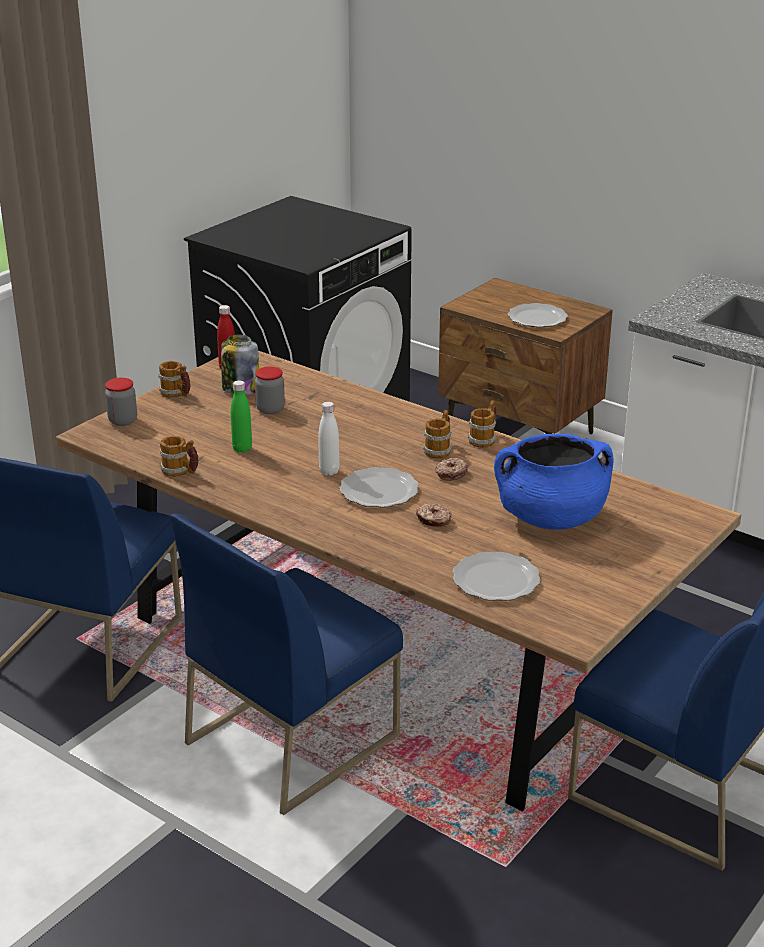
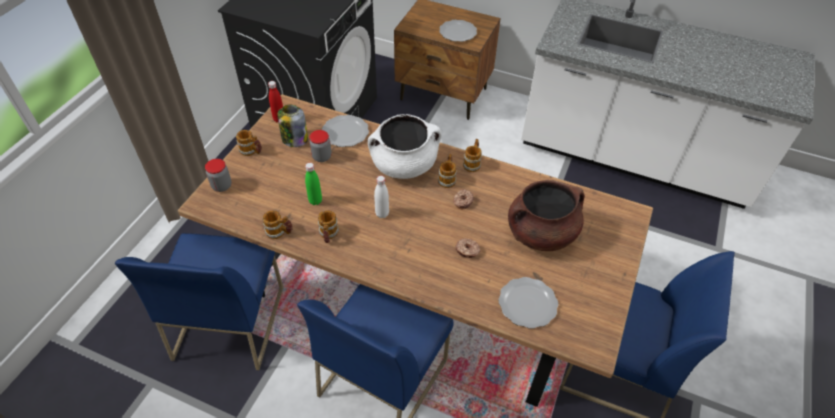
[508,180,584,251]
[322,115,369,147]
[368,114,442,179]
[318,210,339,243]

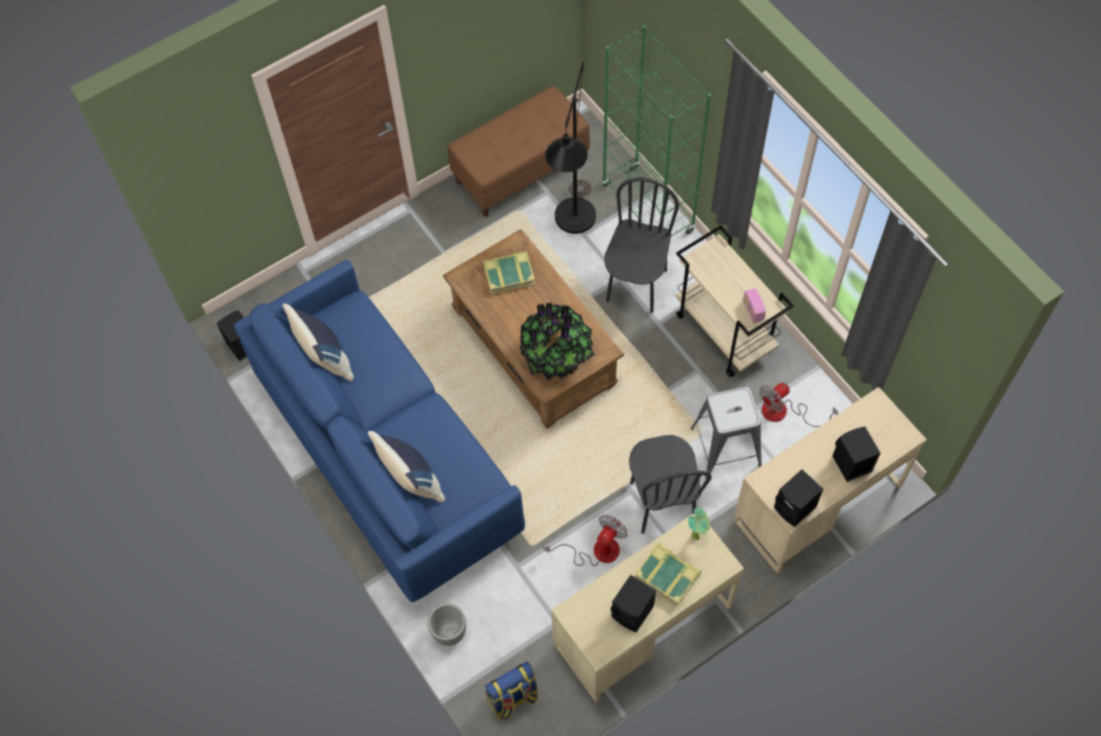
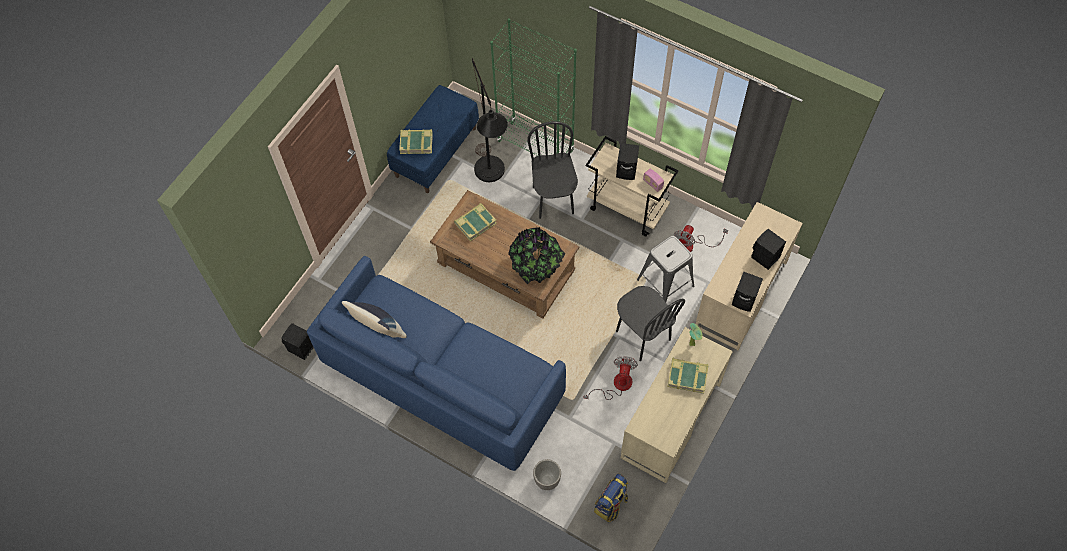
[387,85,479,193]
[368,431,445,502] (first image)
[616,143,639,180]
[399,129,433,154]

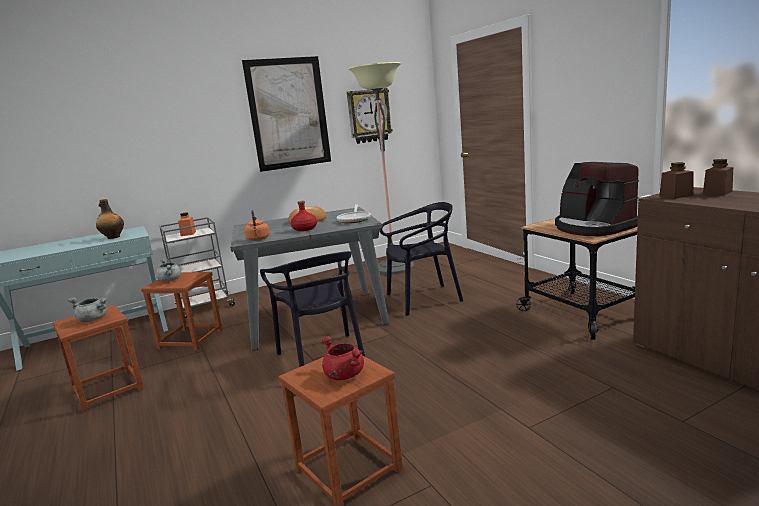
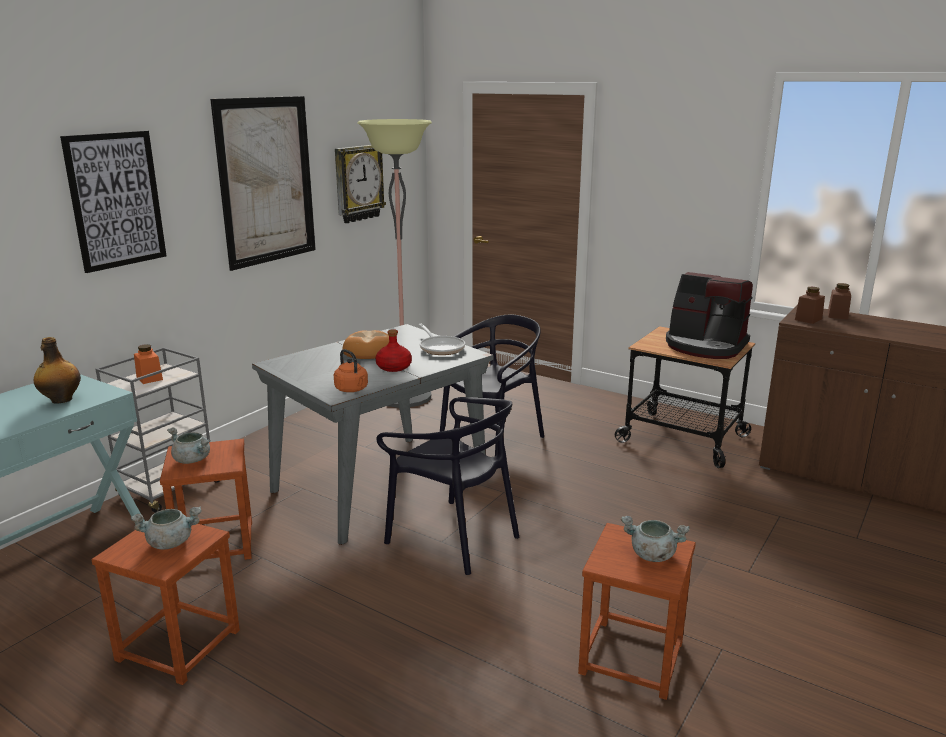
[621,516,690,562]
[60,131,166,273]

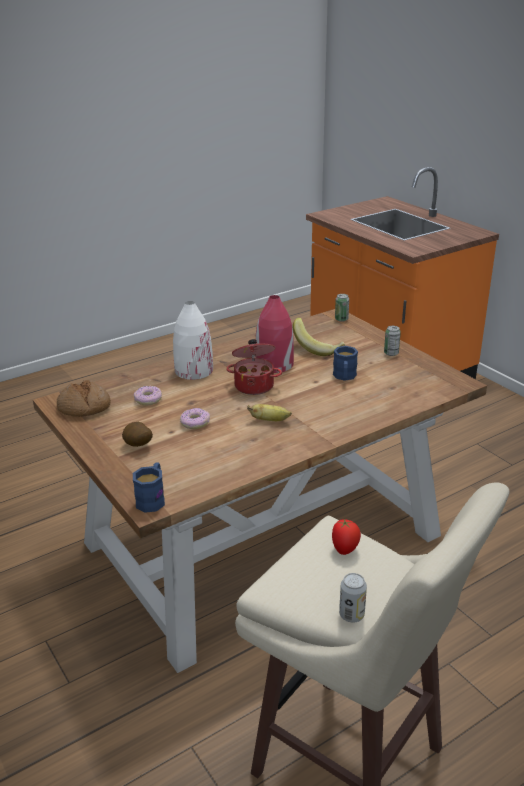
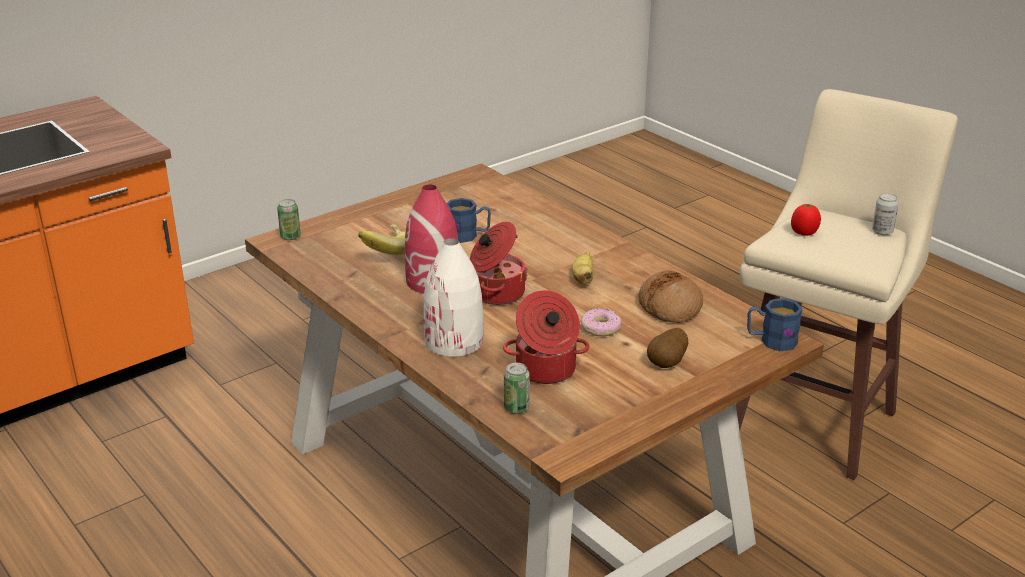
[504,363,530,414]
[638,271,703,323]
[503,290,590,384]

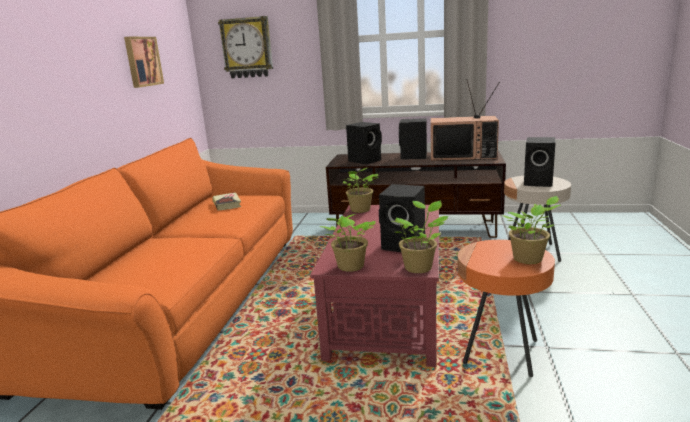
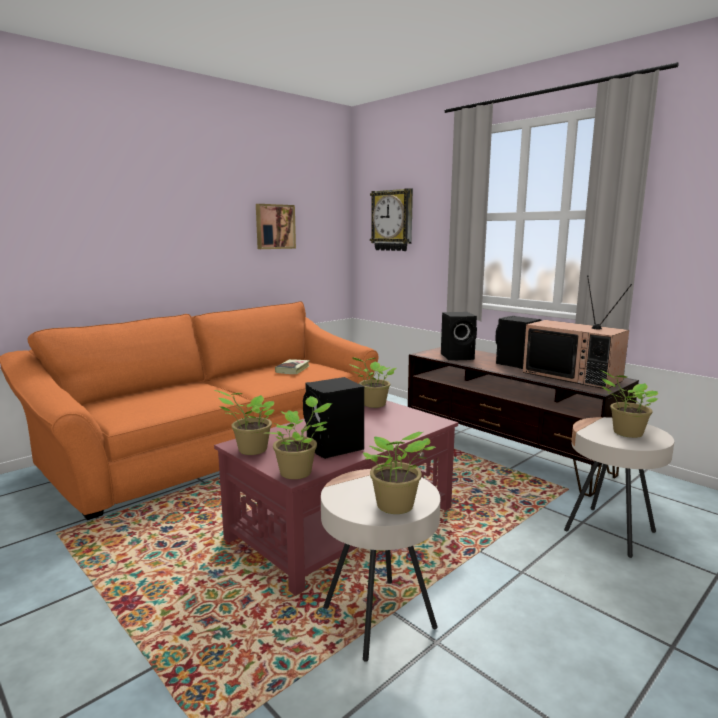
[600,370,658,438]
[321,469,440,662]

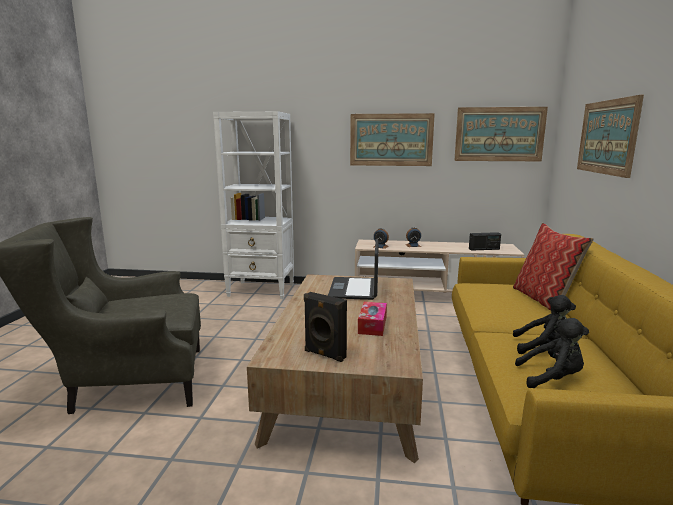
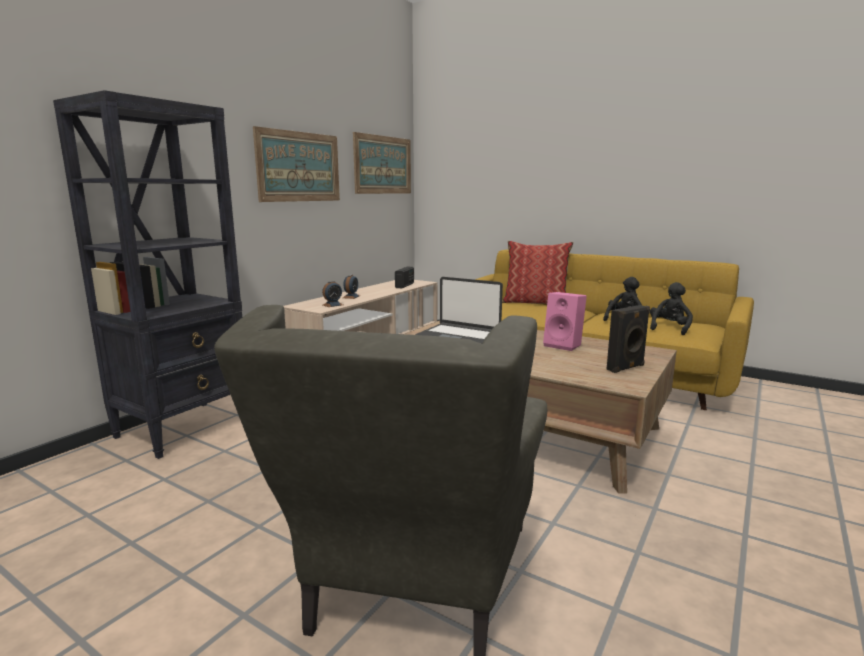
[577,95,644,178] (first image)
[53,90,242,459]
[543,292,587,351]

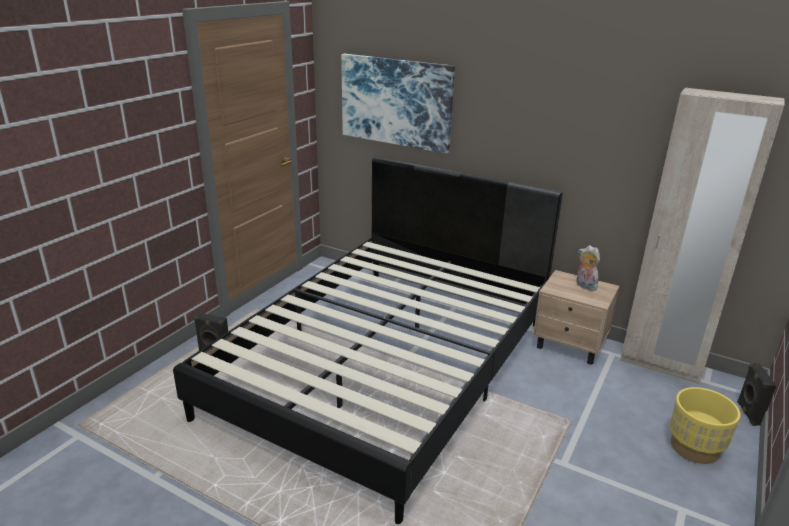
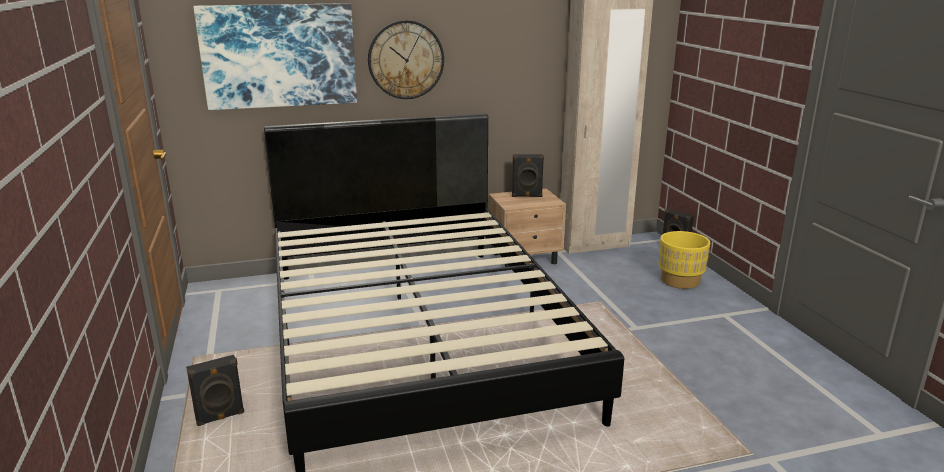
[512,154,544,197]
[368,20,444,99]

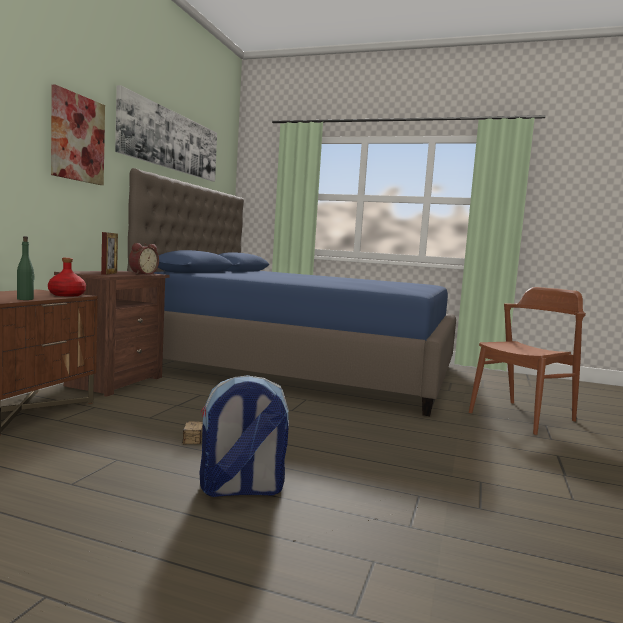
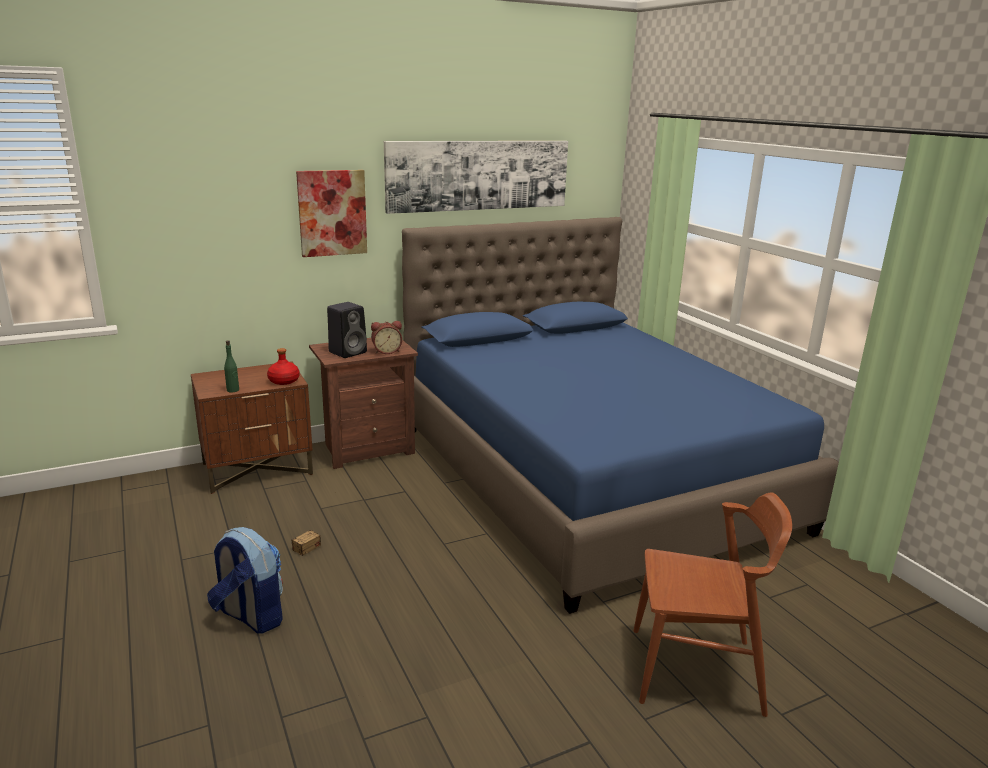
[327,302,367,358]

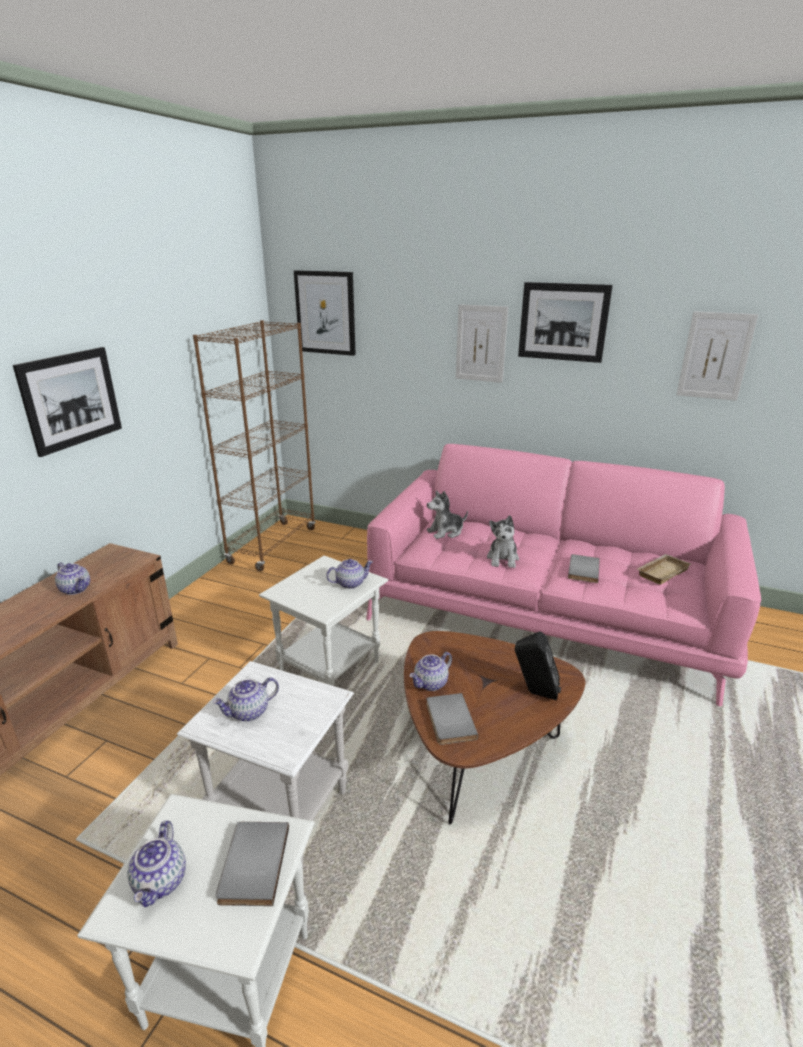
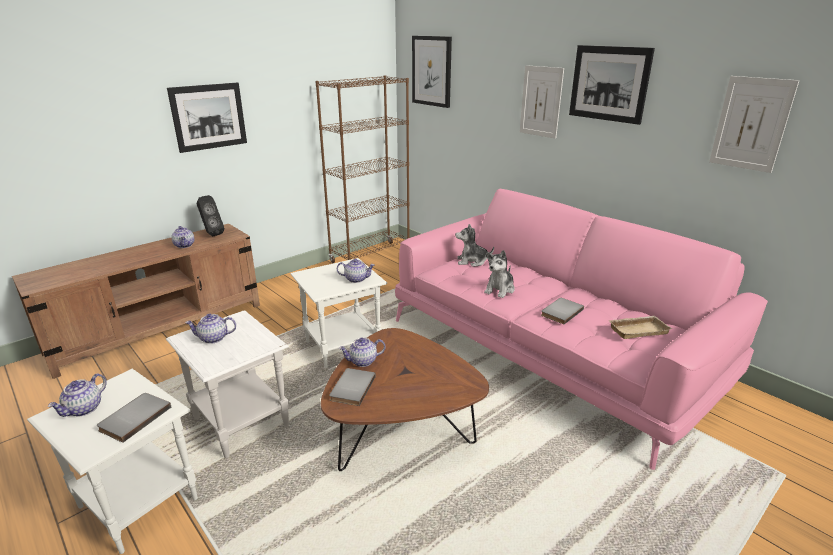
[197,195,224,236]

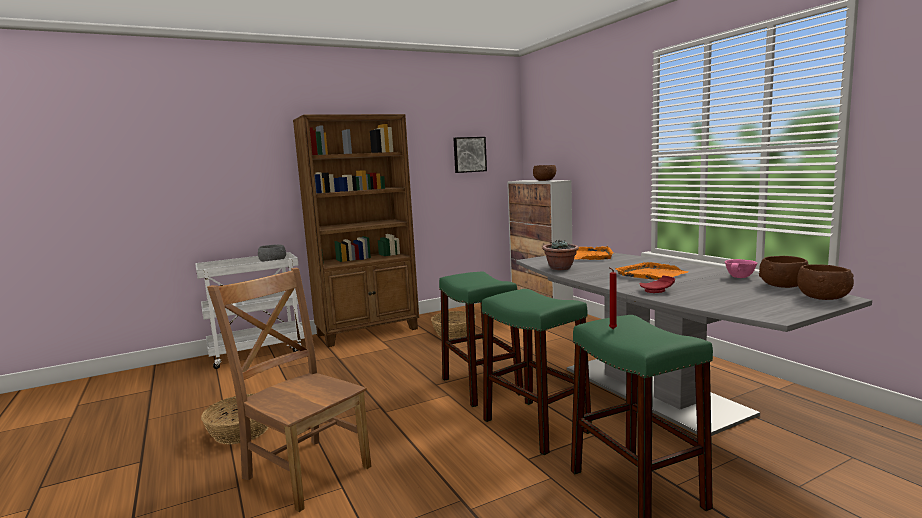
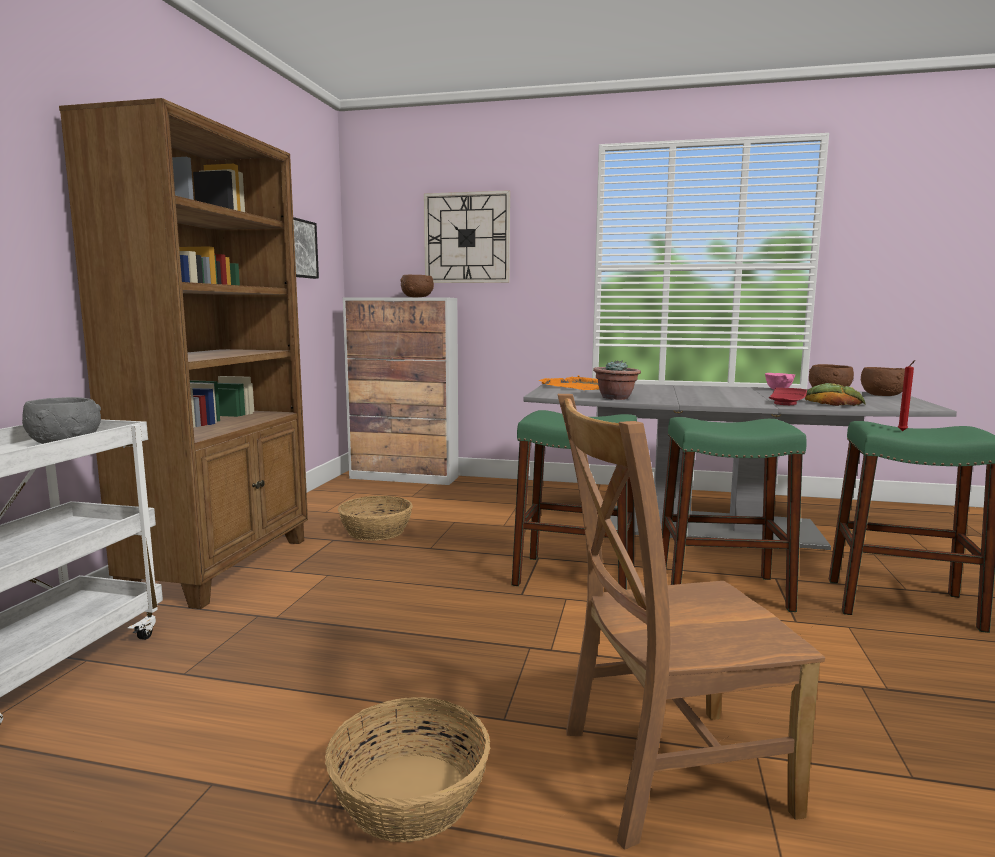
[615,262,689,280] (first image)
[424,190,510,283]
[805,383,866,406]

